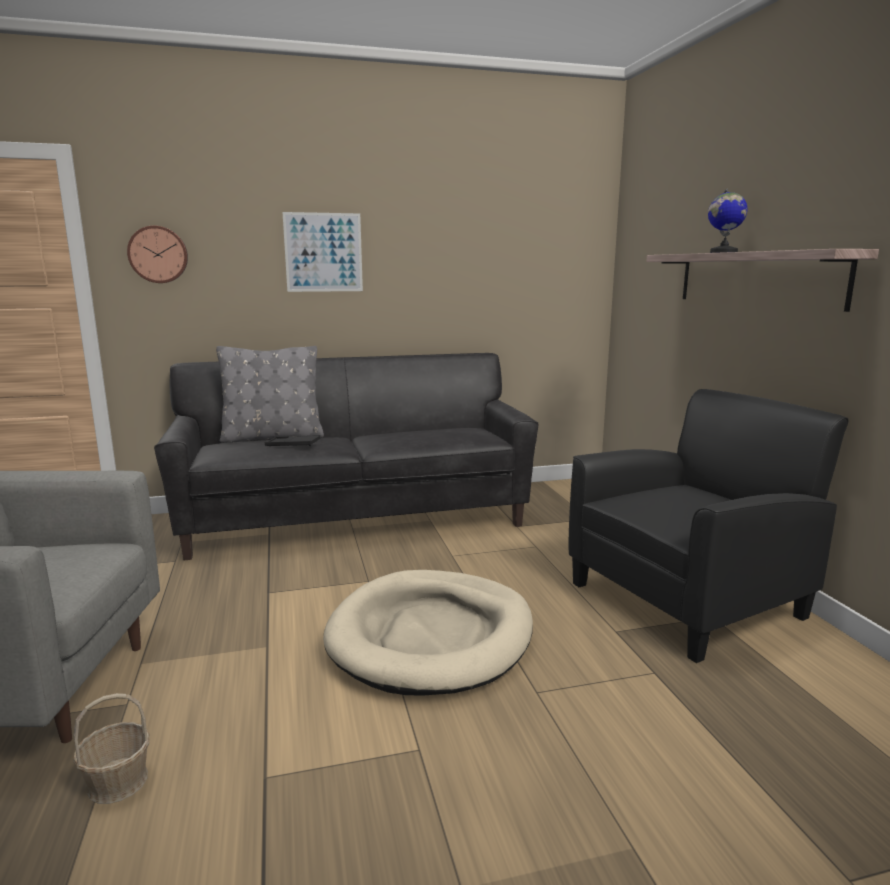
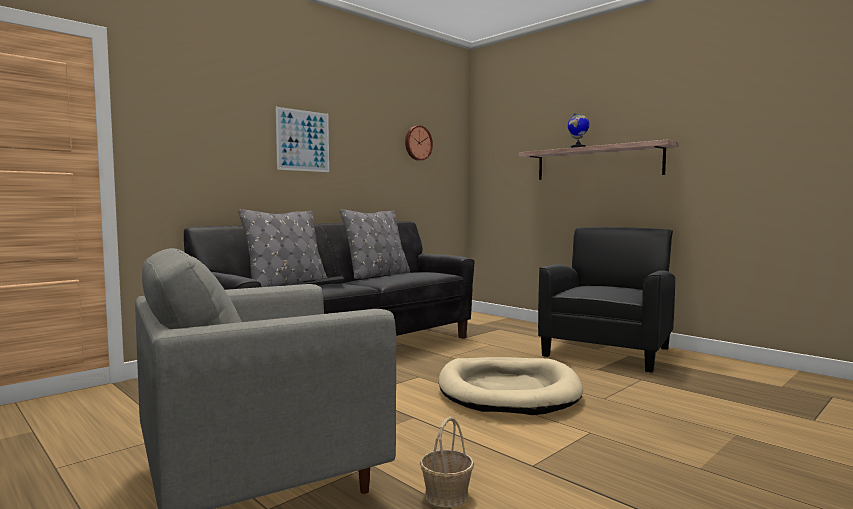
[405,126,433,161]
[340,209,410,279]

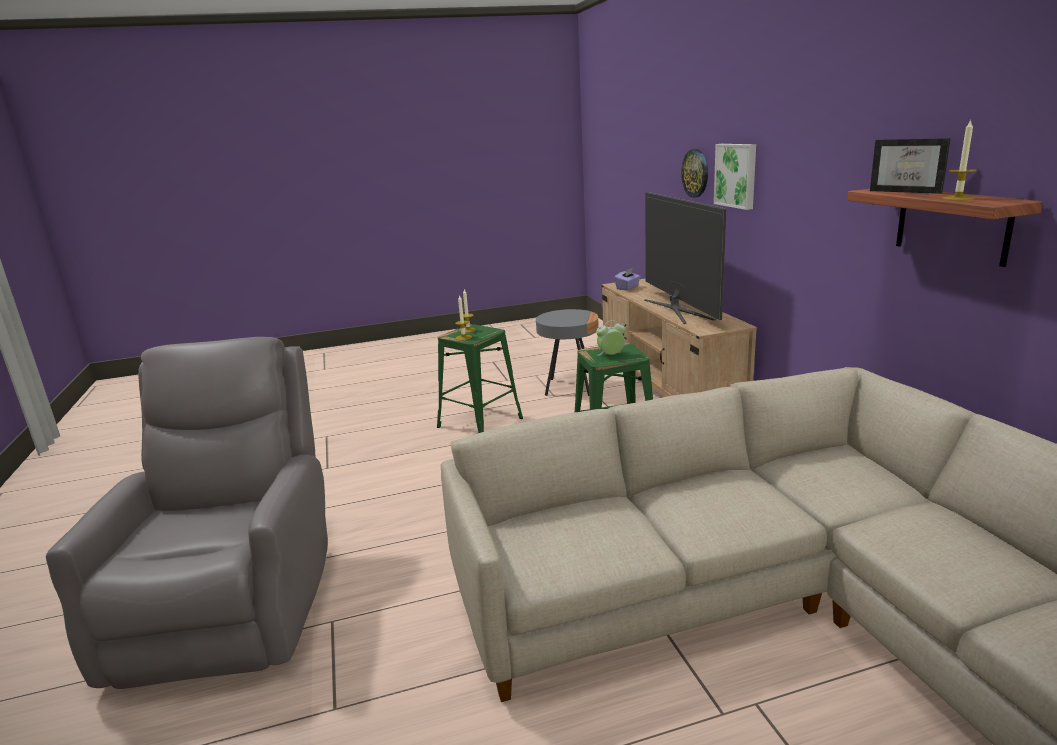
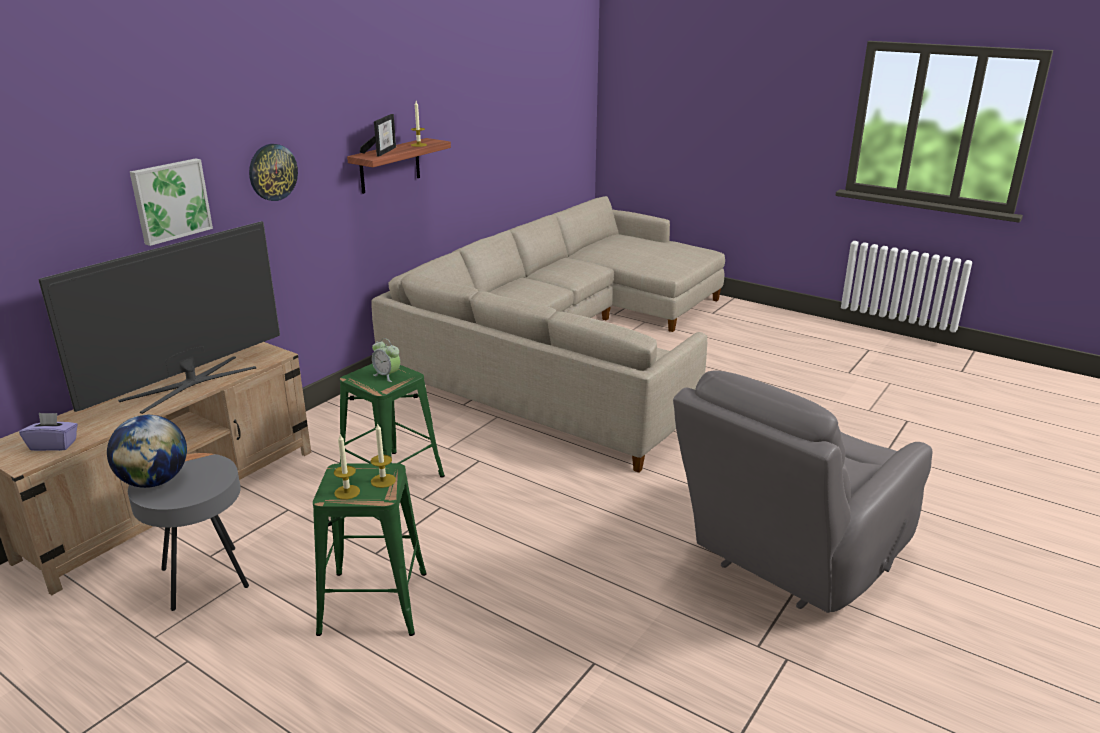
[249,144,298,201]
[107,415,187,488]

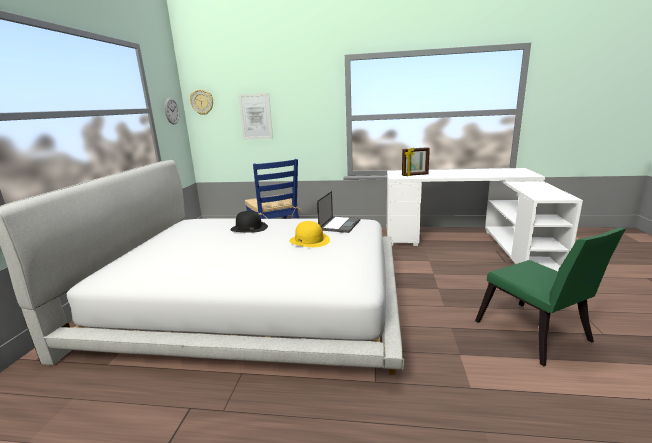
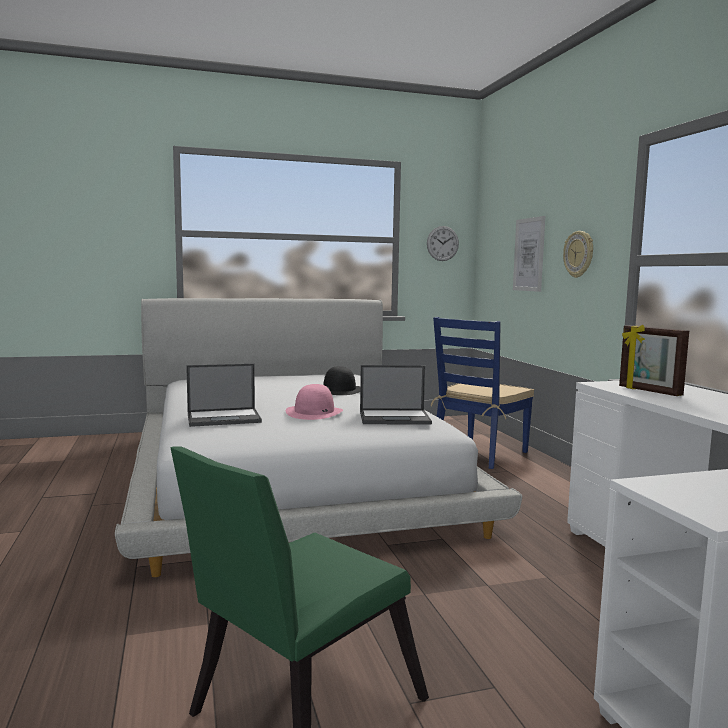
[563,231,593,278]
[286,384,343,420]
[186,363,262,427]

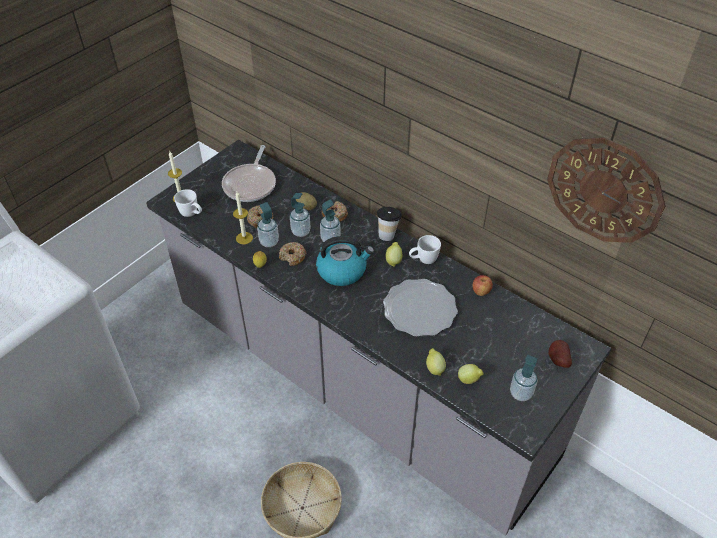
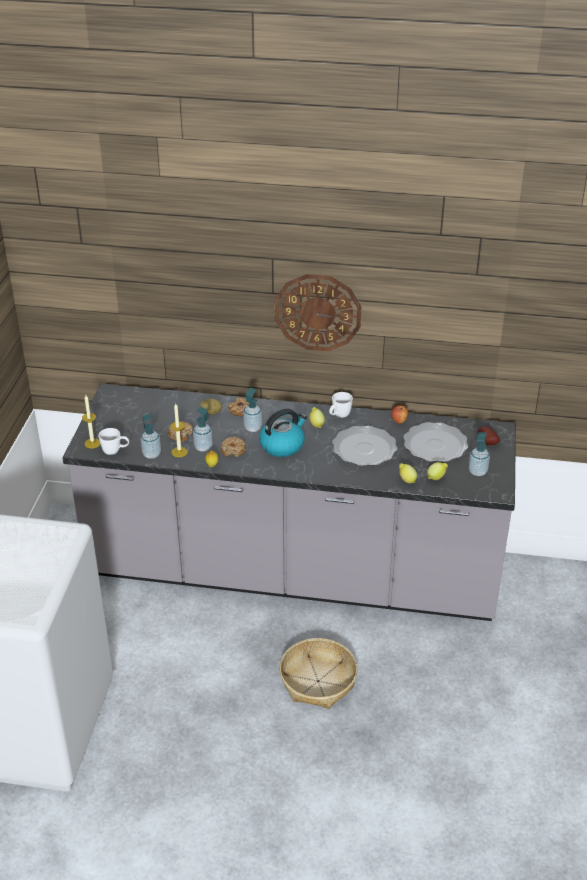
[274,274,361,351]
[222,145,276,202] (first image)
[141,414,161,459]
[377,207,402,241] (first image)
[403,422,468,462]

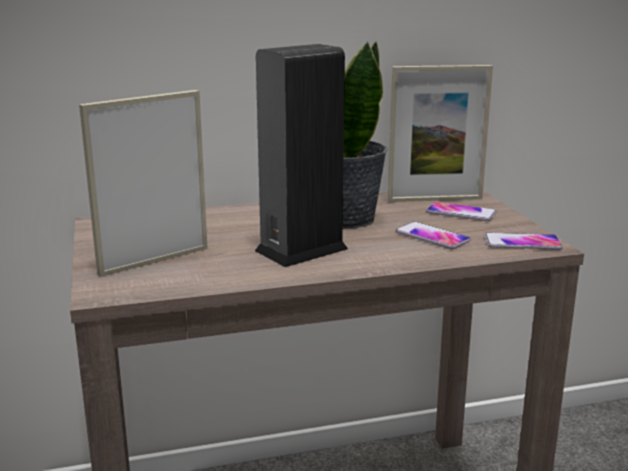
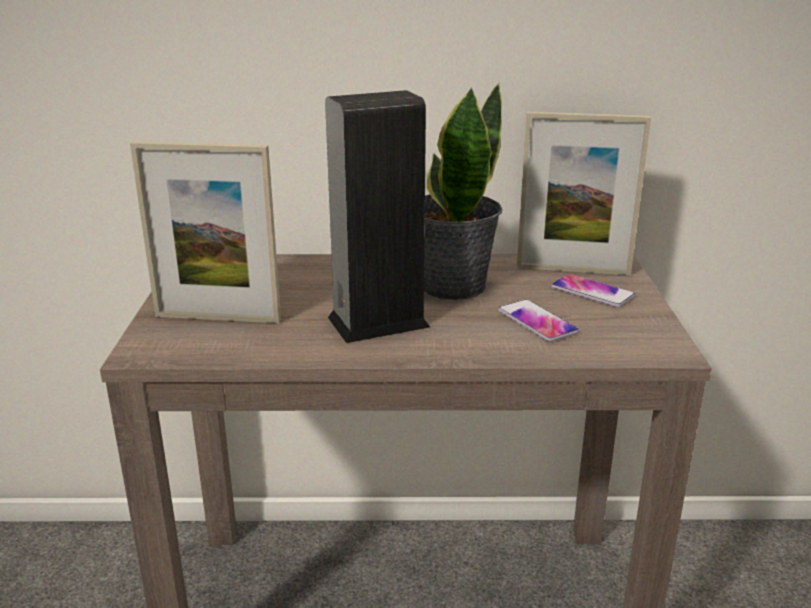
[130,141,281,323]
[484,233,563,250] (first image)

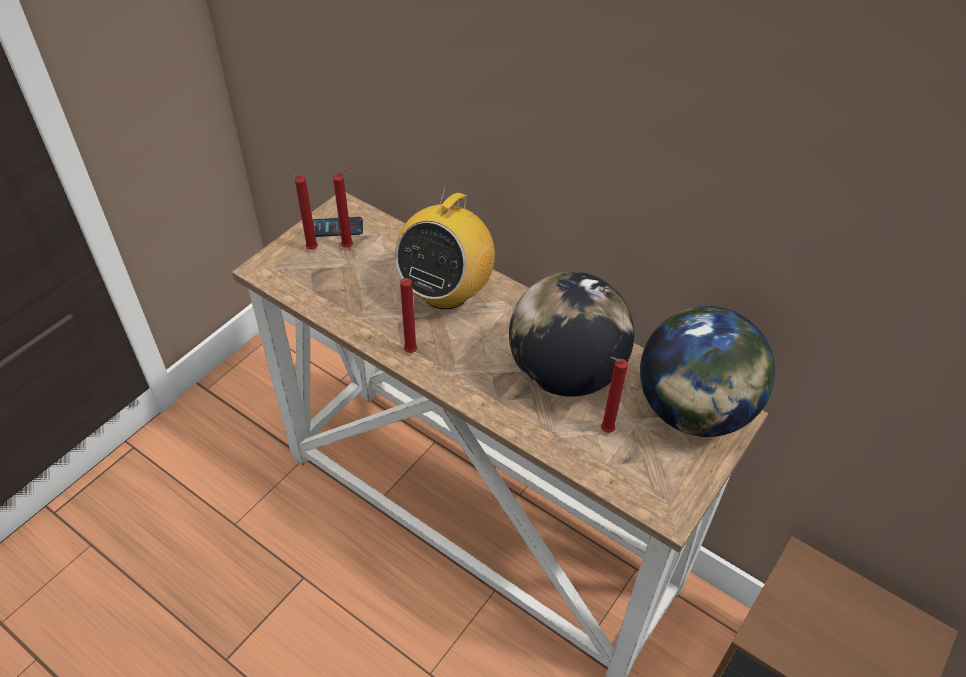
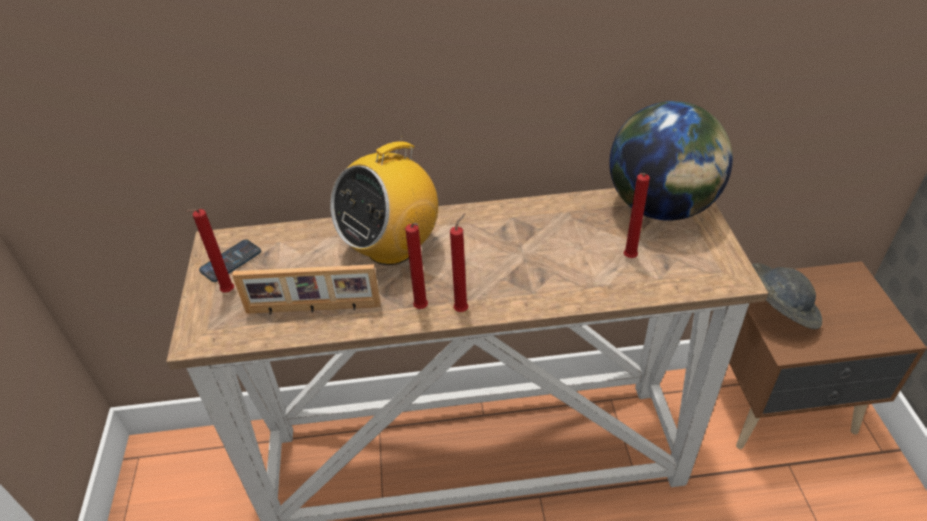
[450,213,468,312]
[330,135,438,265]
[509,272,634,397] (first image)
[752,263,822,329]
[232,264,381,315]

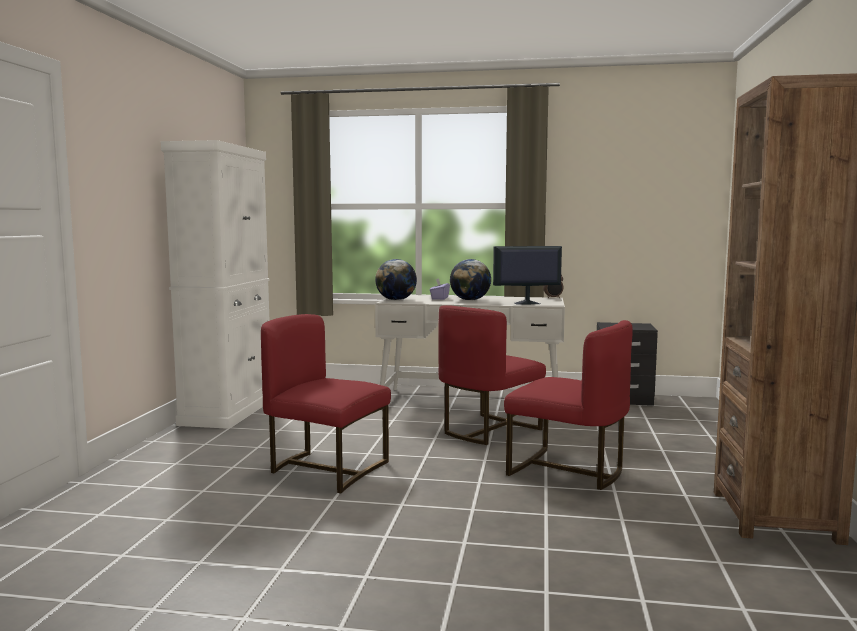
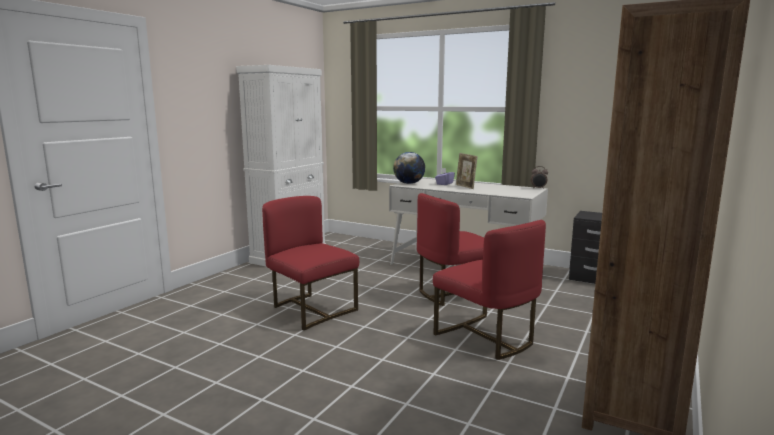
[493,246,562,305] (first image)
[456,153,478,189]

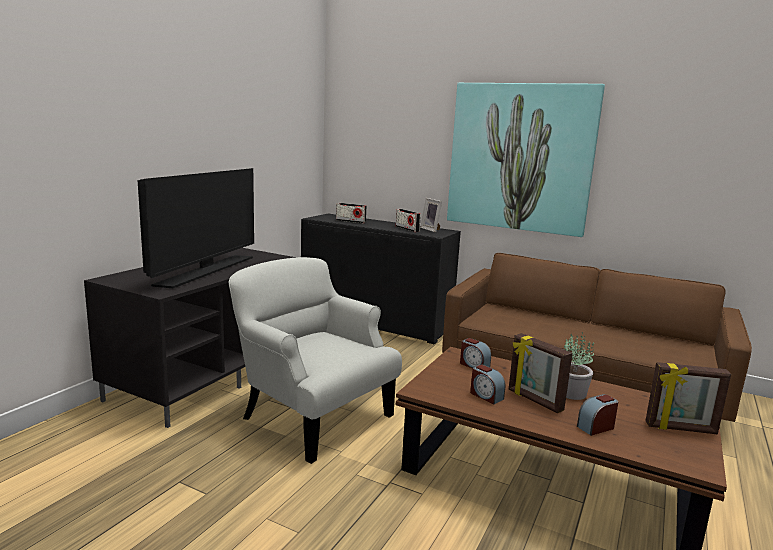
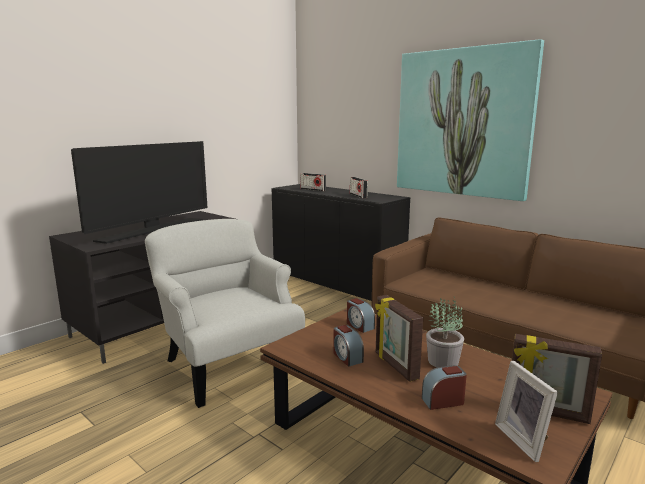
[495,361,558,462]

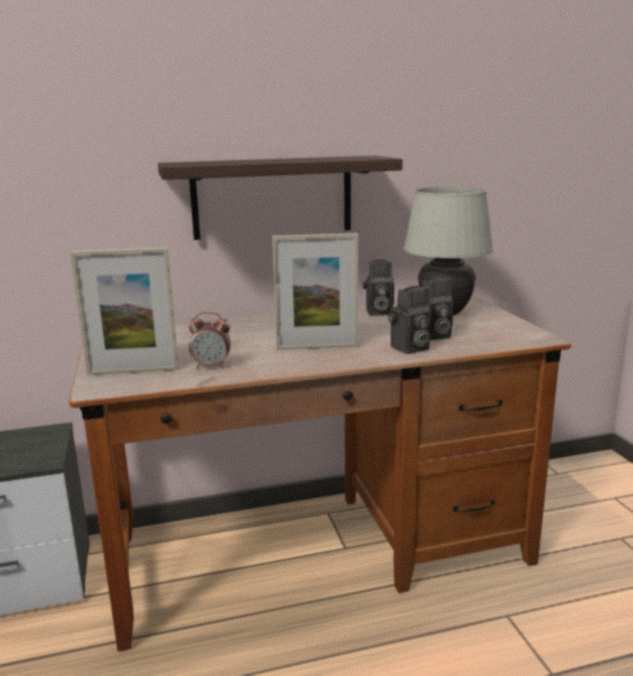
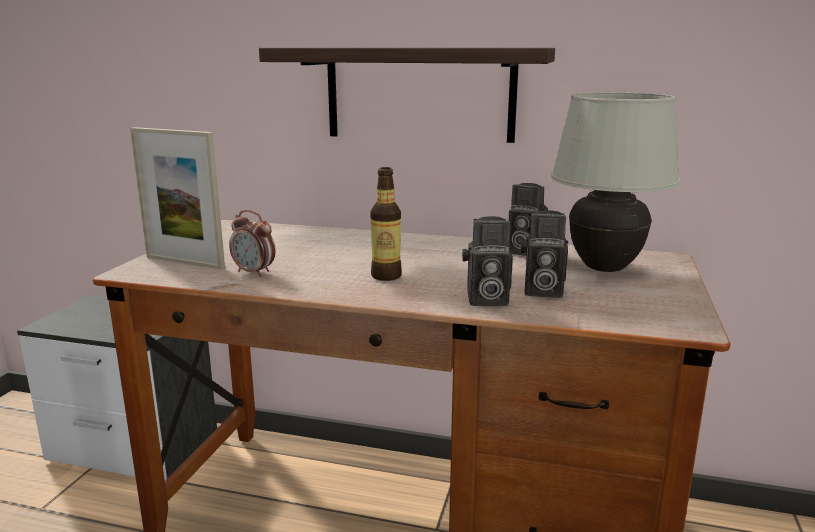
[370,167,402,281]

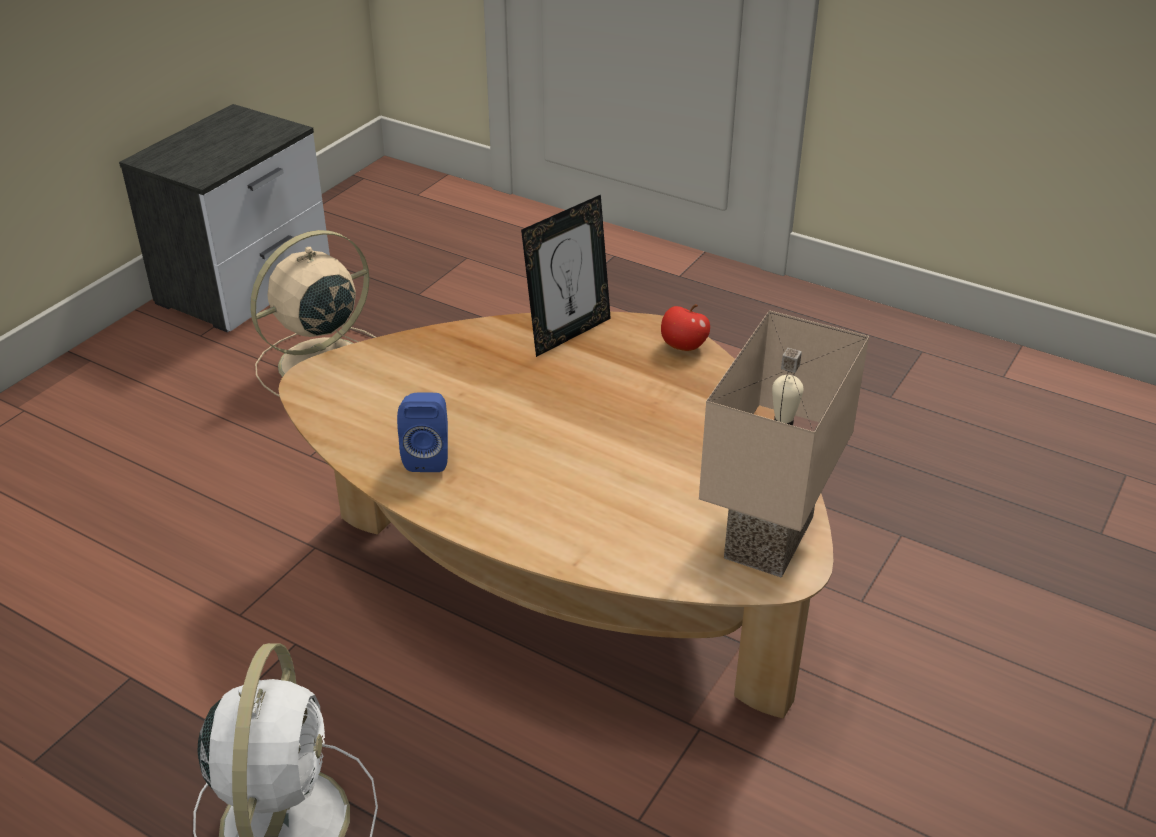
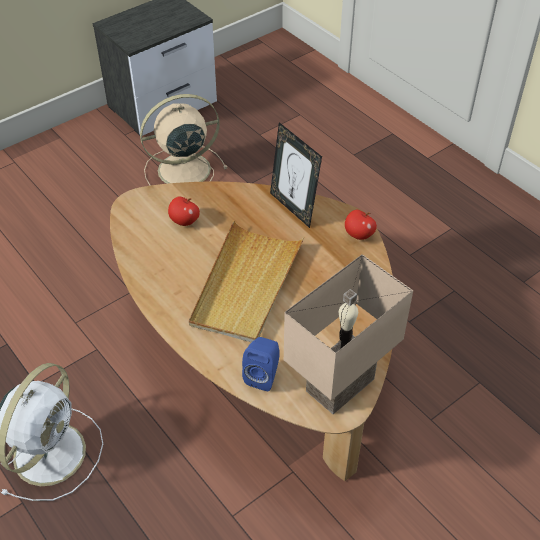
[270,122,322,228]
[242,337,280,391]
[168,196,200,226]
[189,220,305,342]

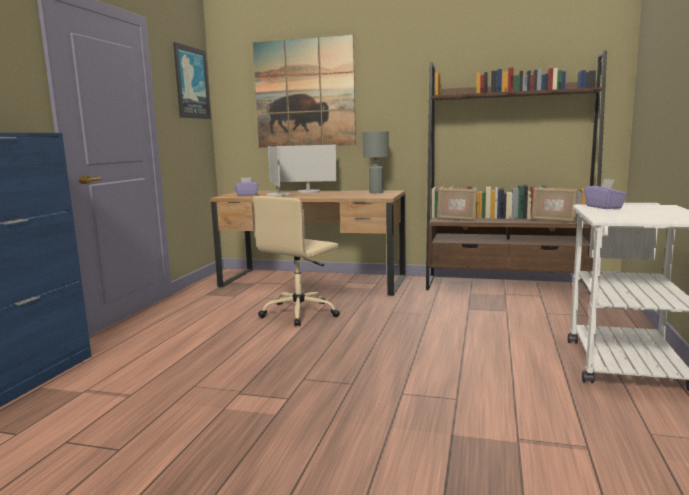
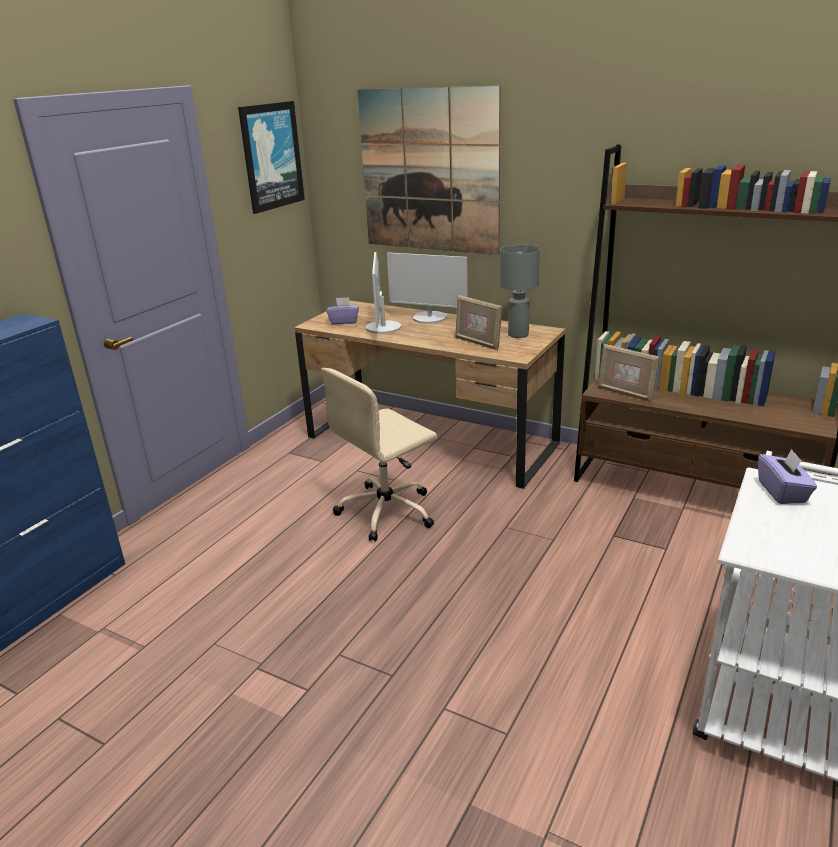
[455,295,502,350]

